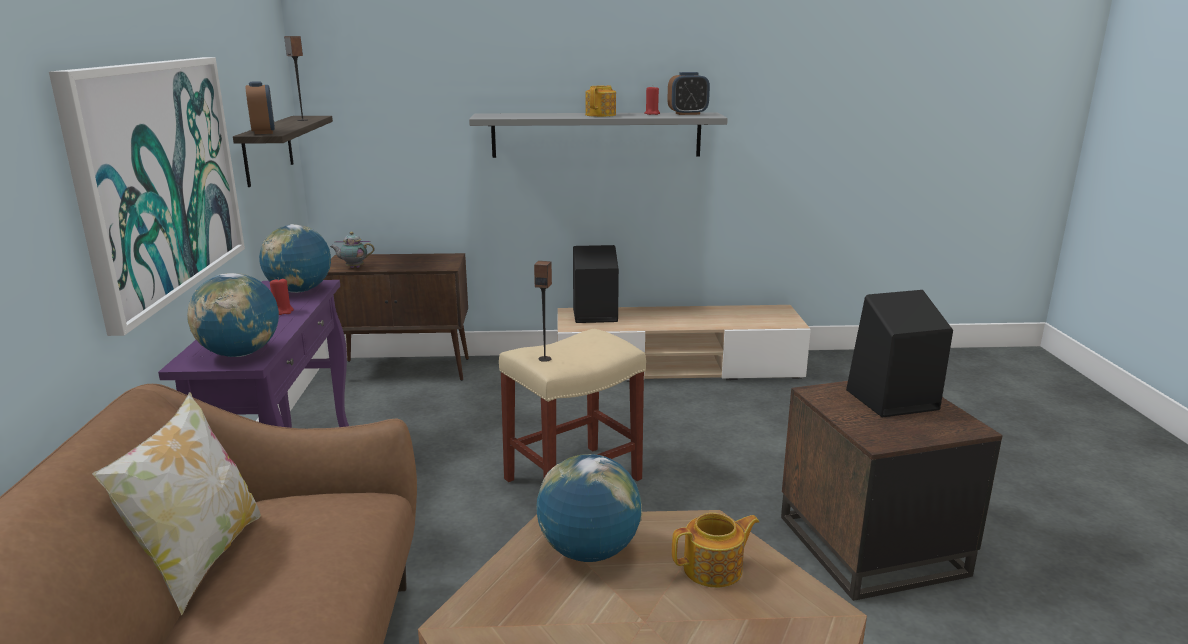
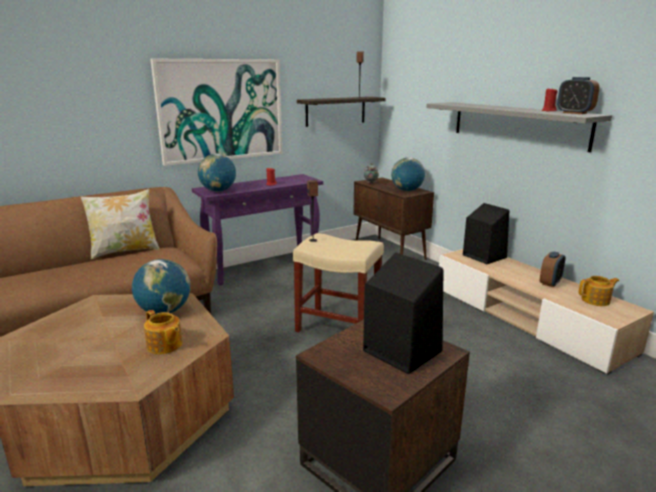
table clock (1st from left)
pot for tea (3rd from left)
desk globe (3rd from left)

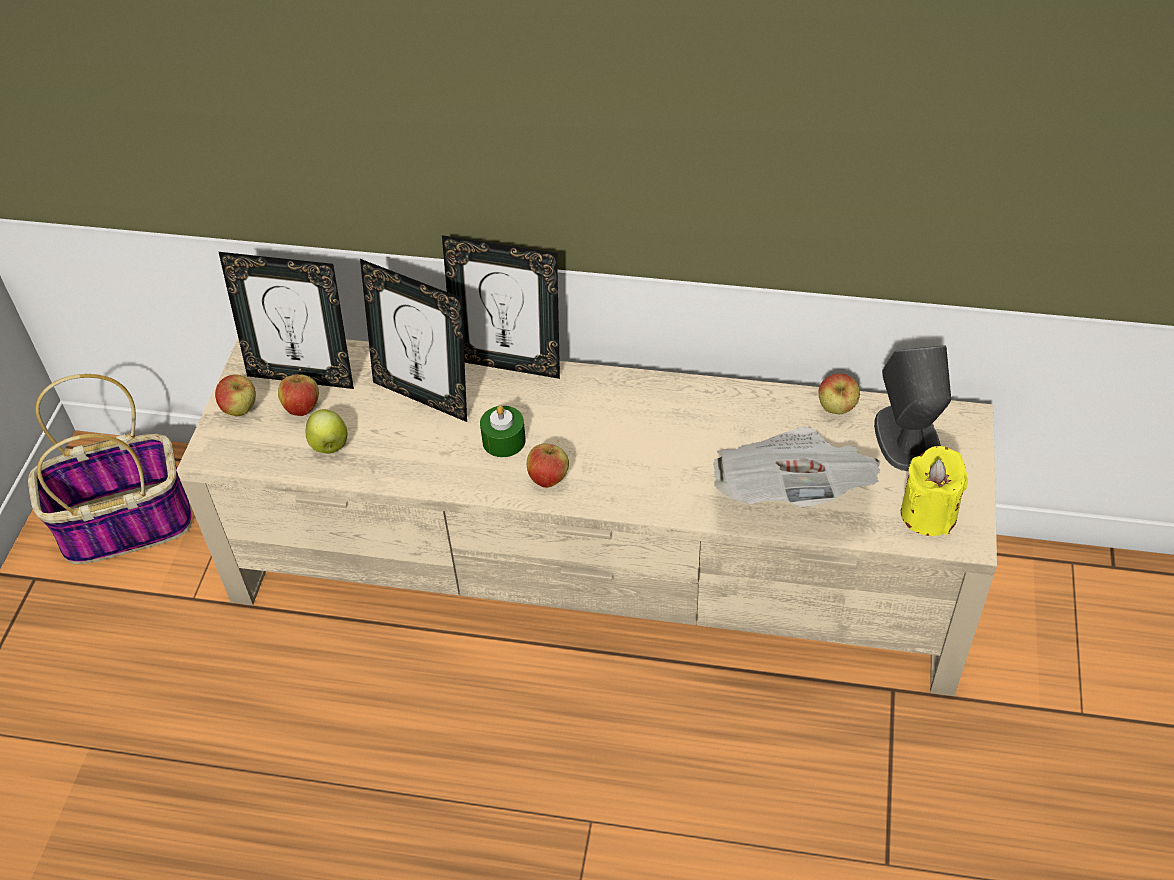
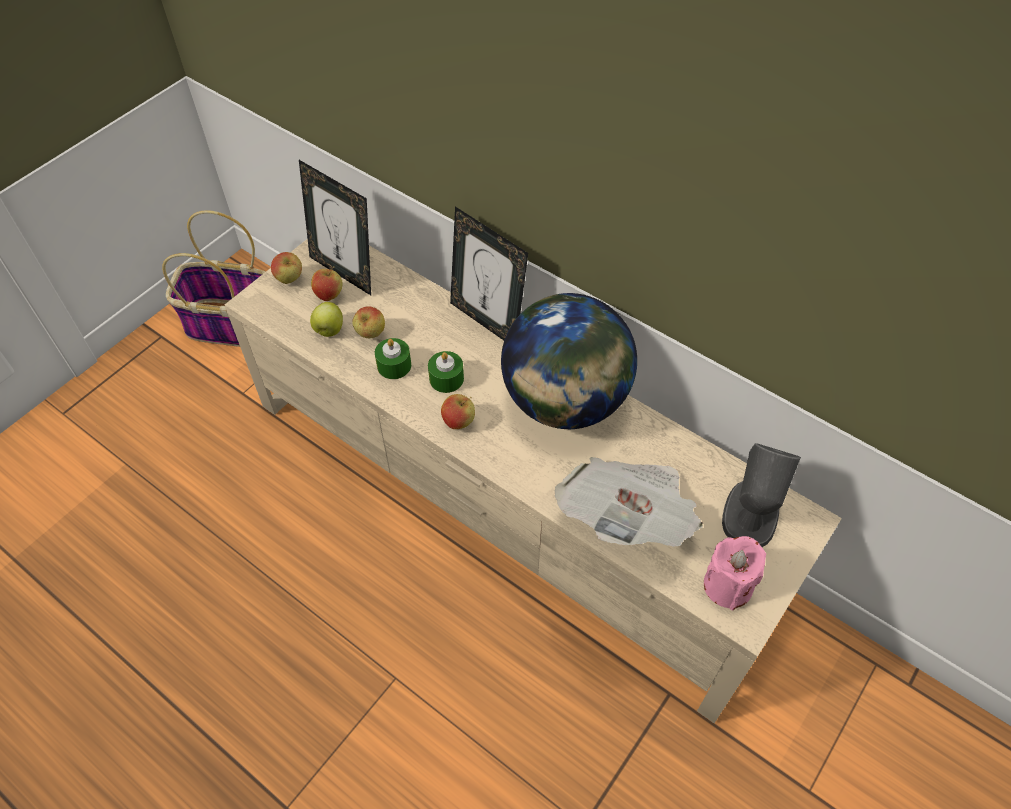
picture frame (2nd from left in the first image)
apple fruit (4th from left)
pinkish wax candle
desk globe
greenish wax candle (1st from left)

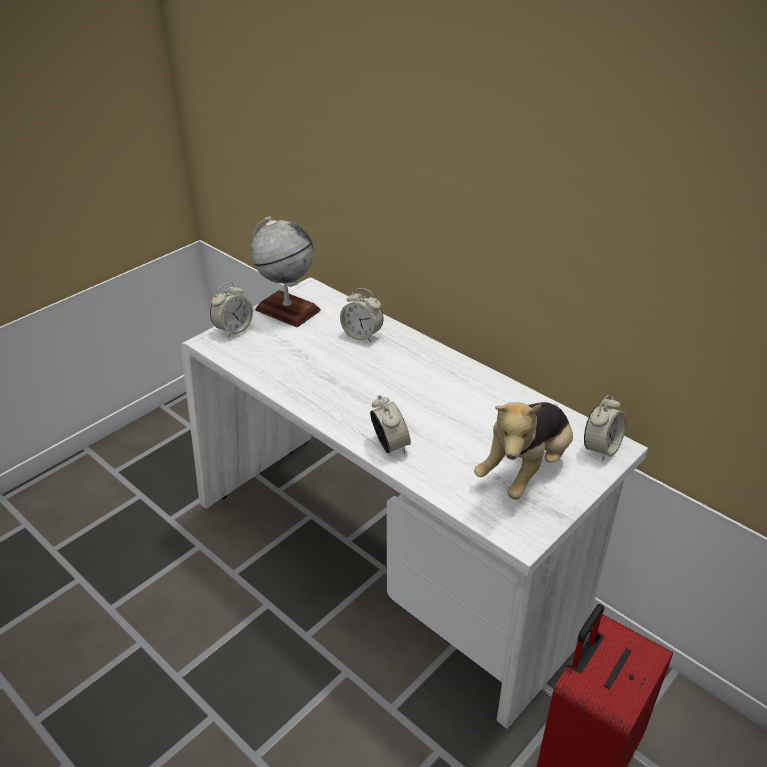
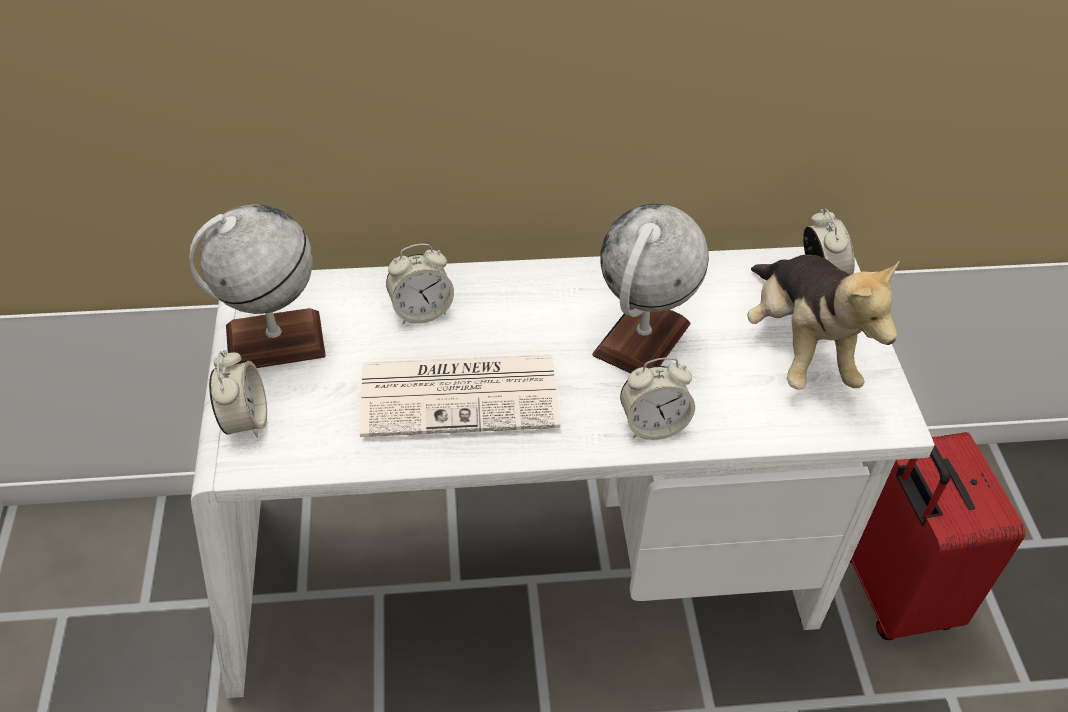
table clock (3rd from left)
desk globe (2nd from left)
daily paper

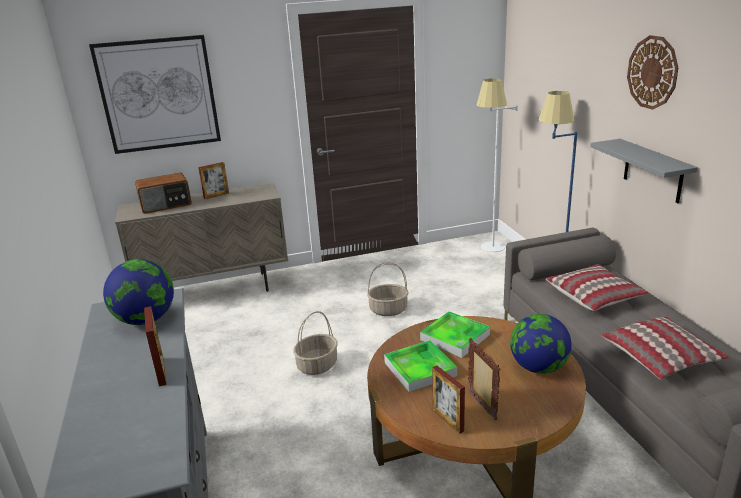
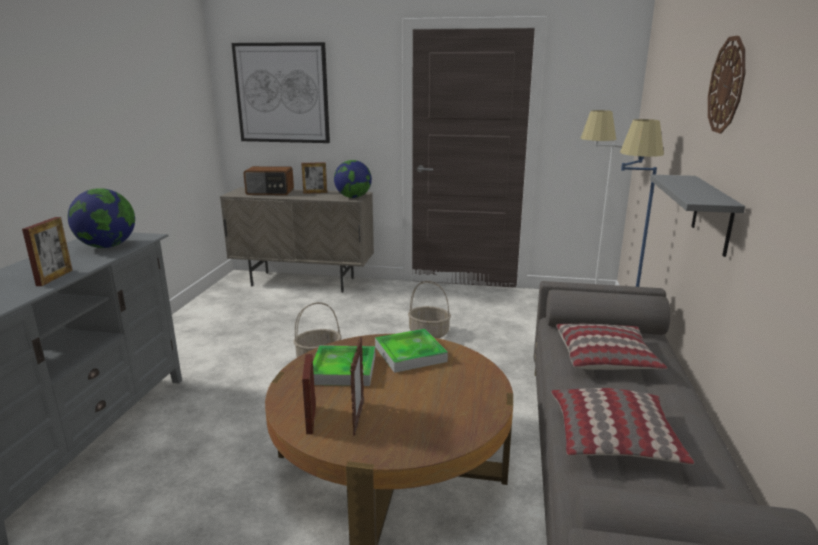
desk globe (2nd from left)

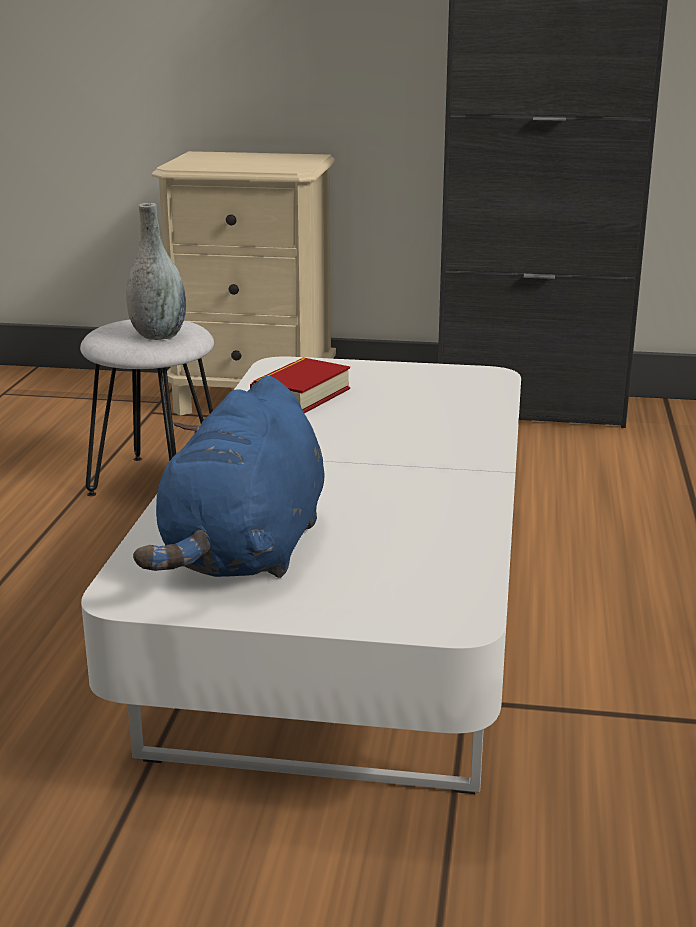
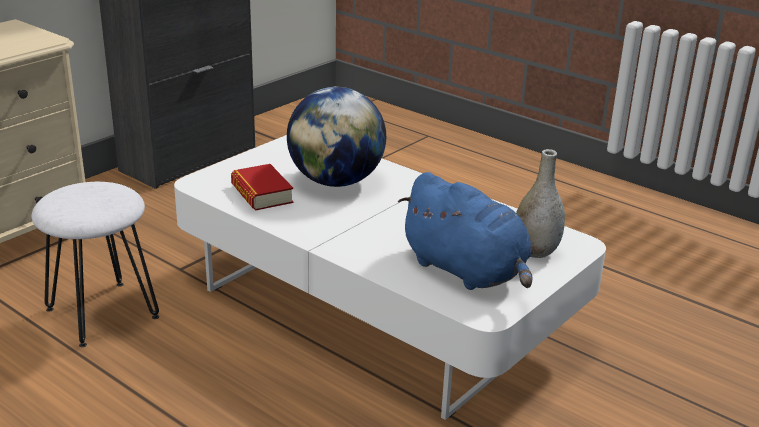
greyish vase
desk globe

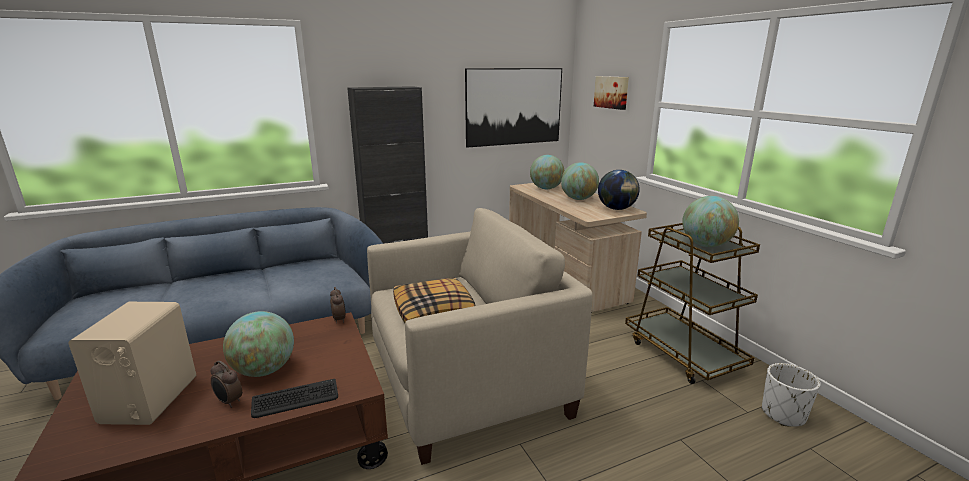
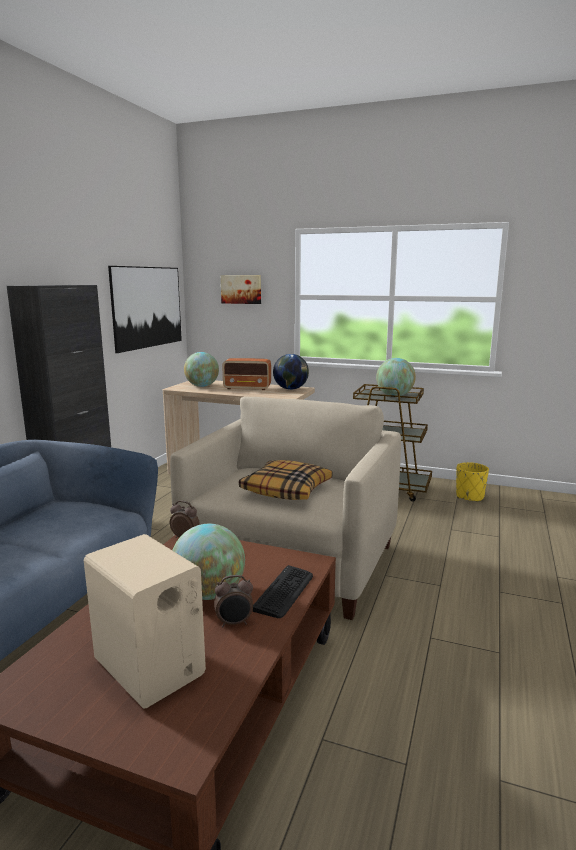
radio receiver
yellowish flower pot

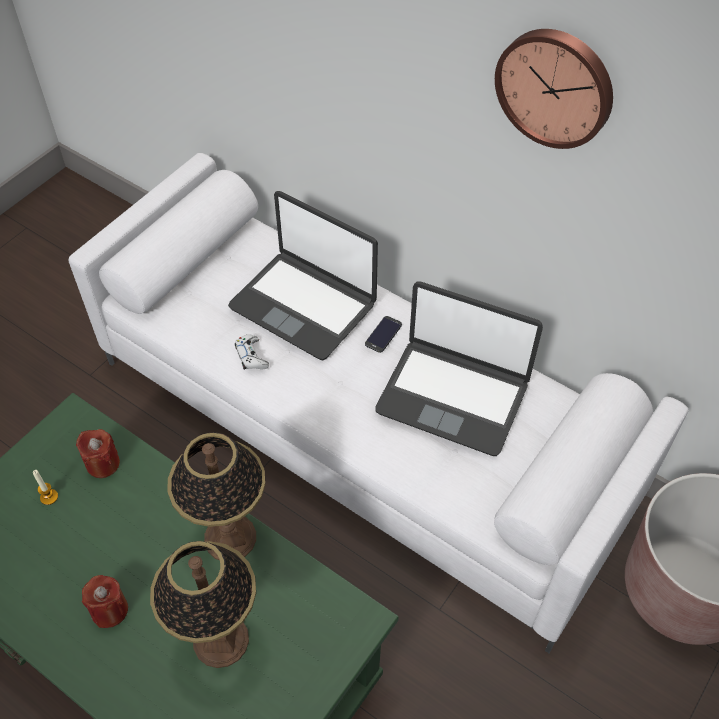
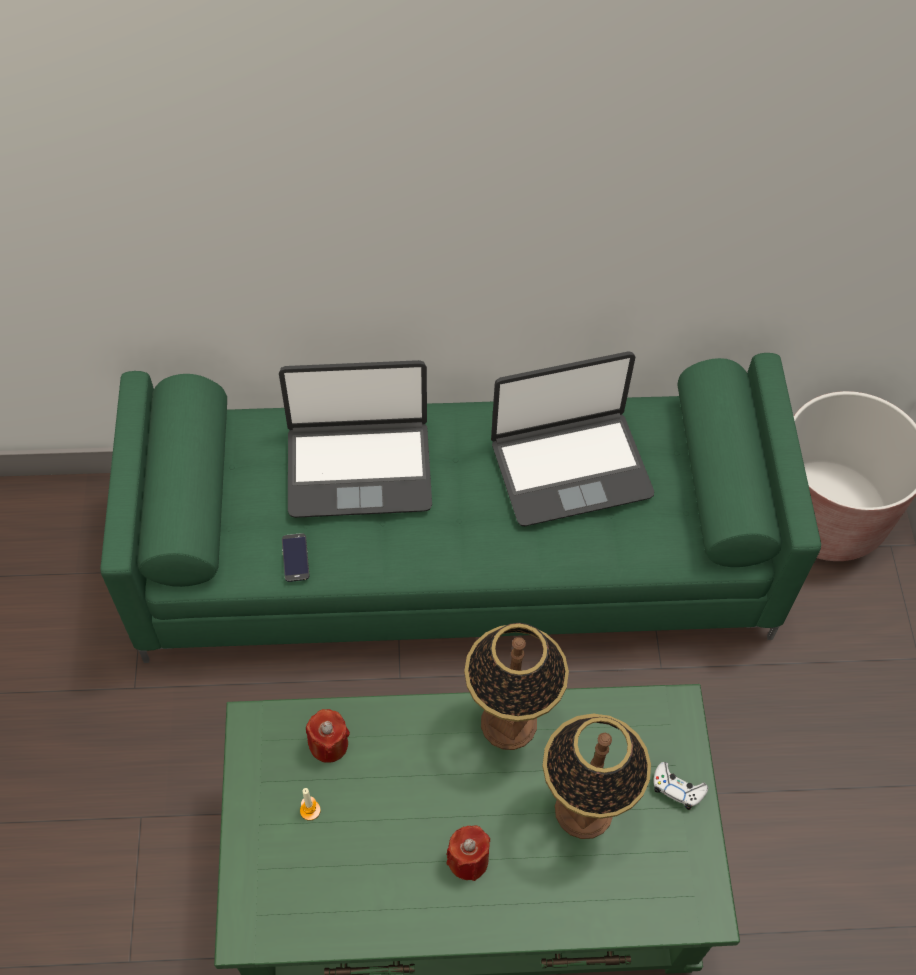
hanging clock
greenish sofa
telephone
white joypad

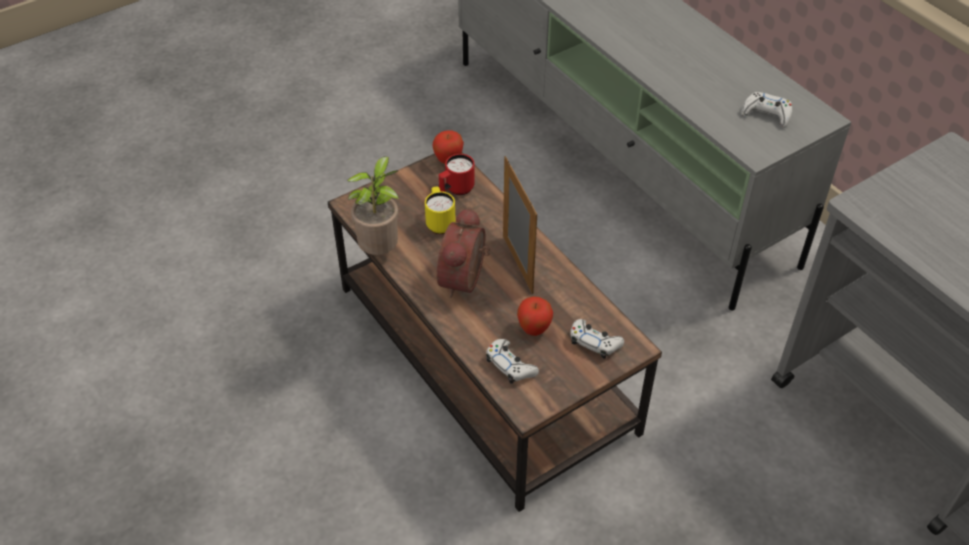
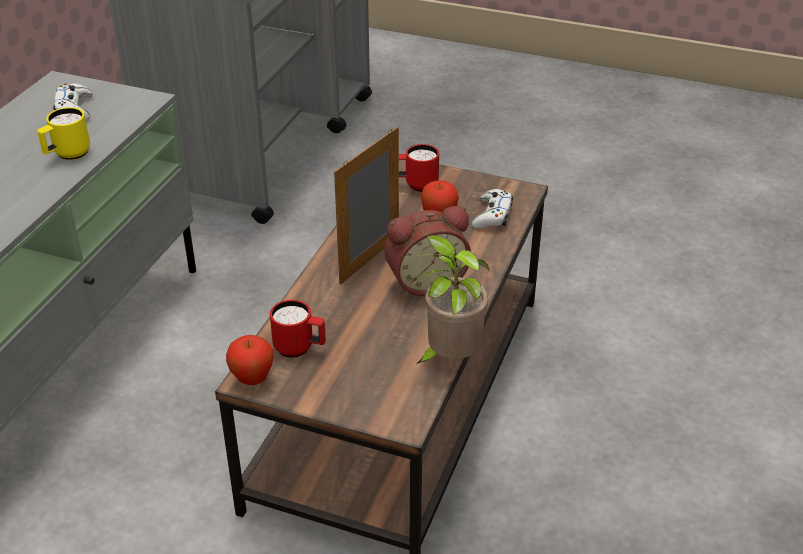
yellowish coffee mug
red coffee mug (2nd from left)

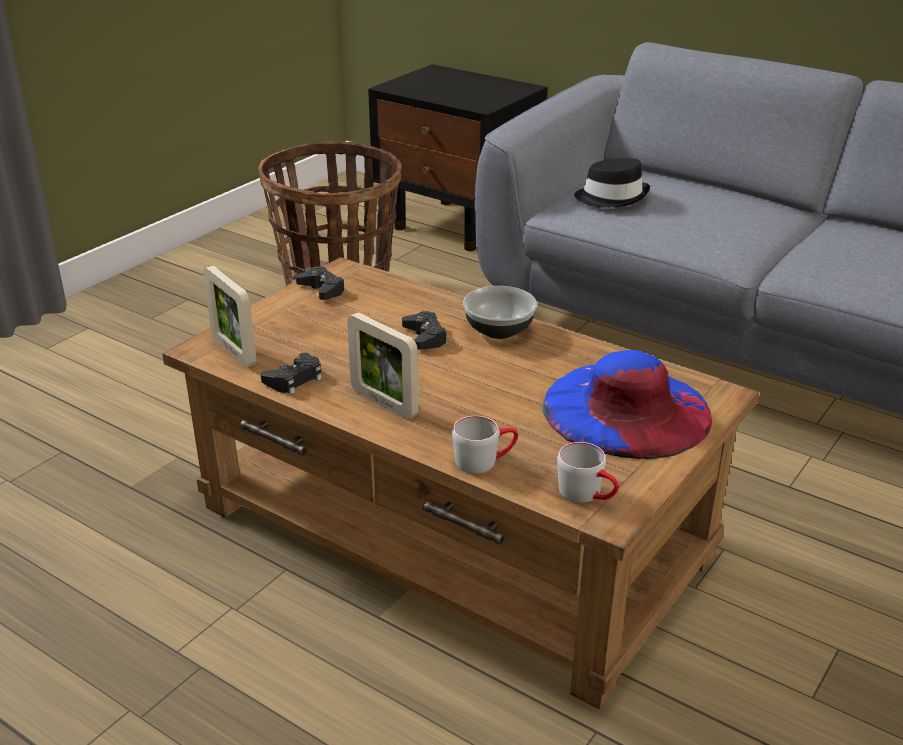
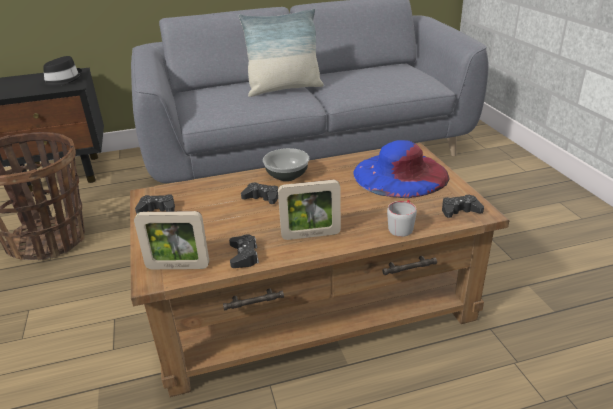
blackish wearable hat
blackish joypad (4th from left)
cushion

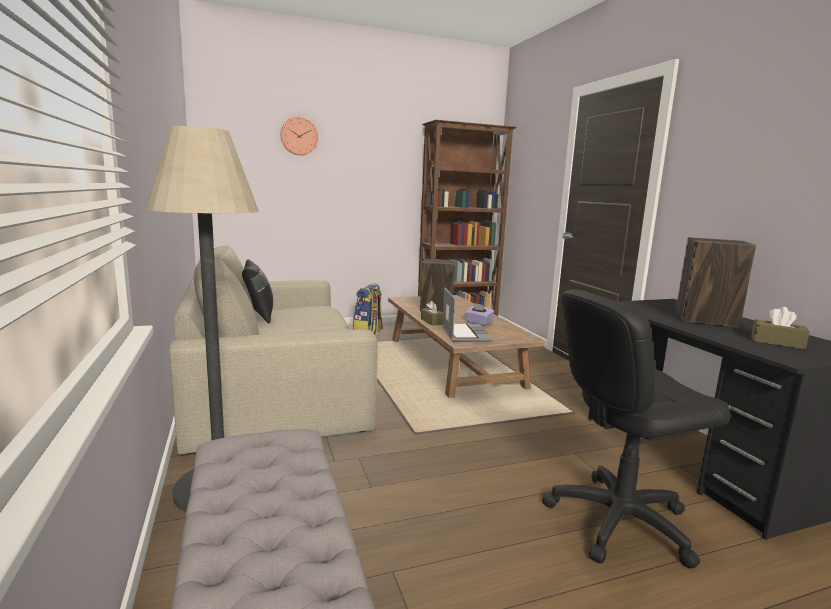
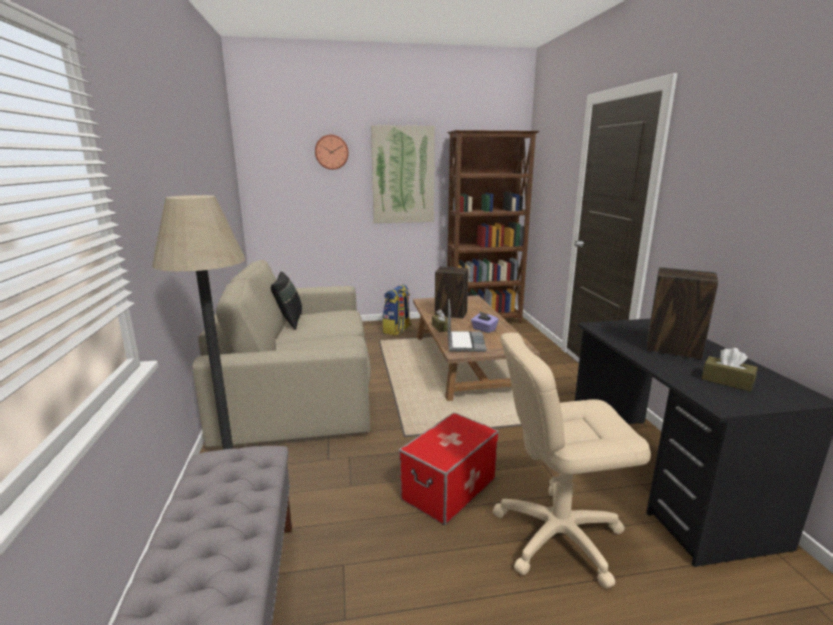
beige-coloured desk chair
wall art
storage container

